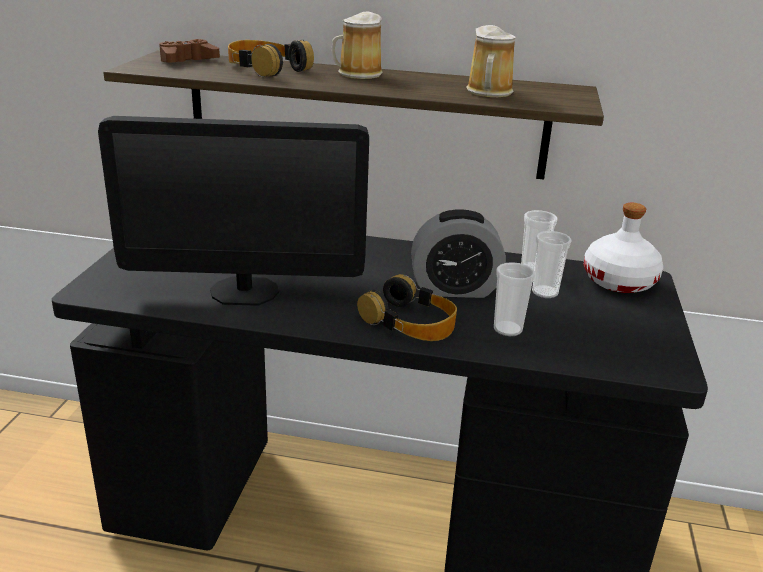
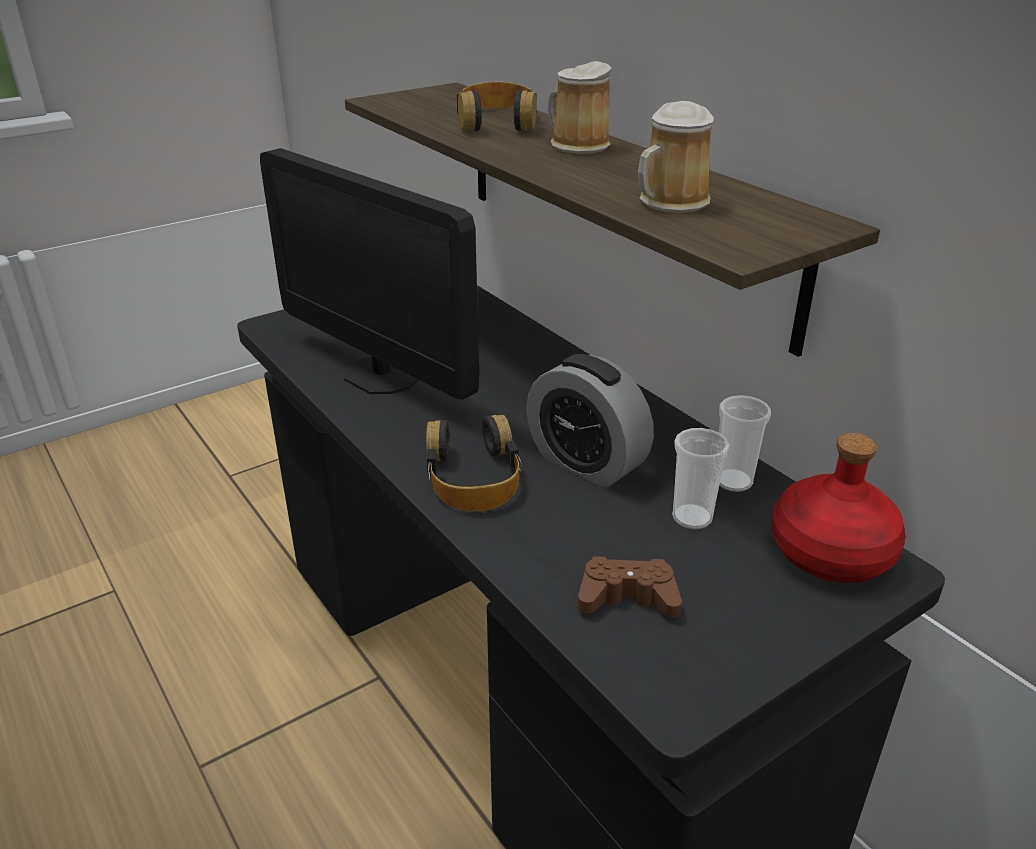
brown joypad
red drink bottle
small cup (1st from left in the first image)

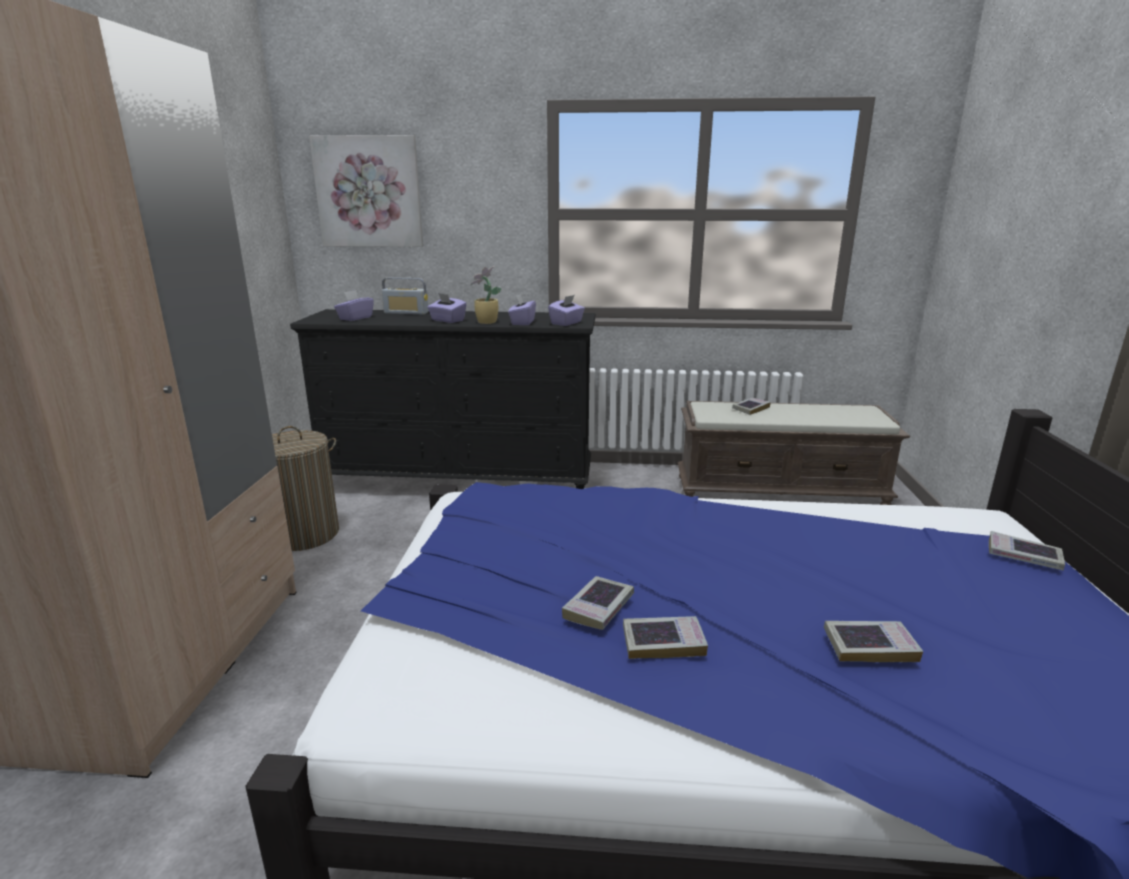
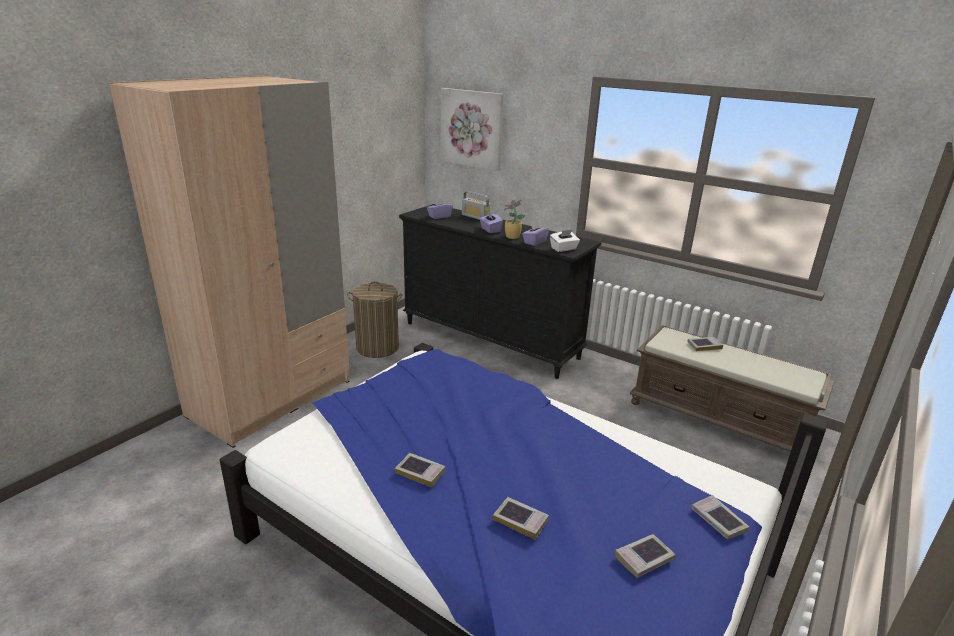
white tissue box
book (3rd from left)

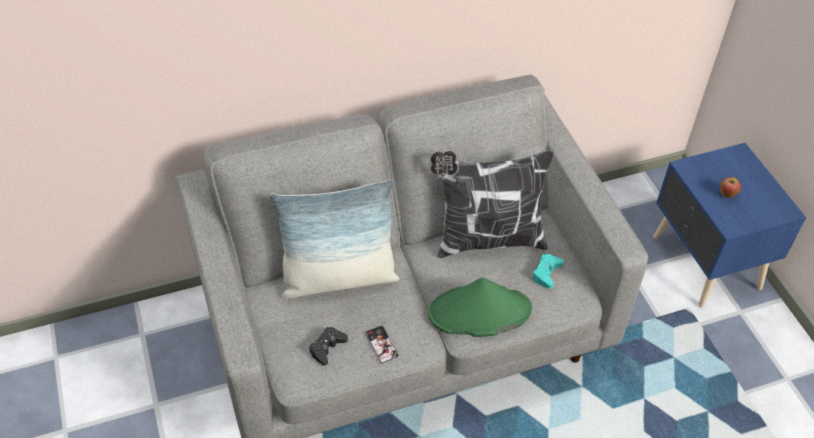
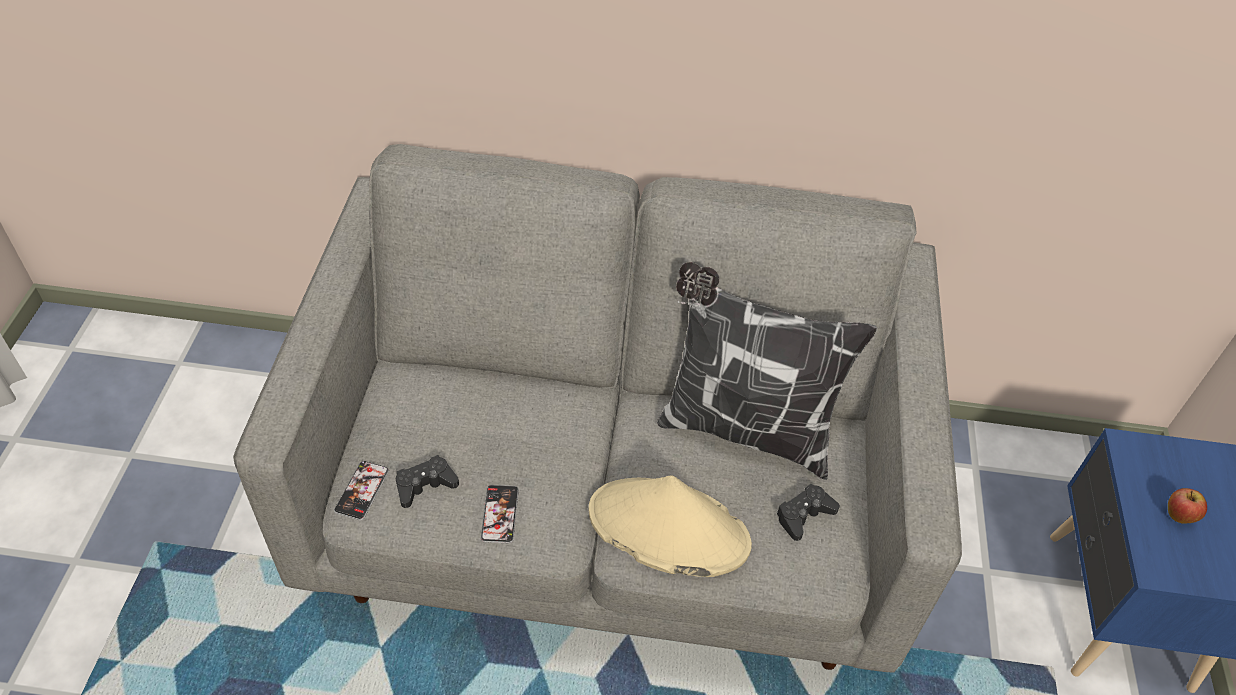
cushion (1st from left in the first image)
blackish joypad (2nd from left)
beige-coloured wearable hat
telephone (1st from left)

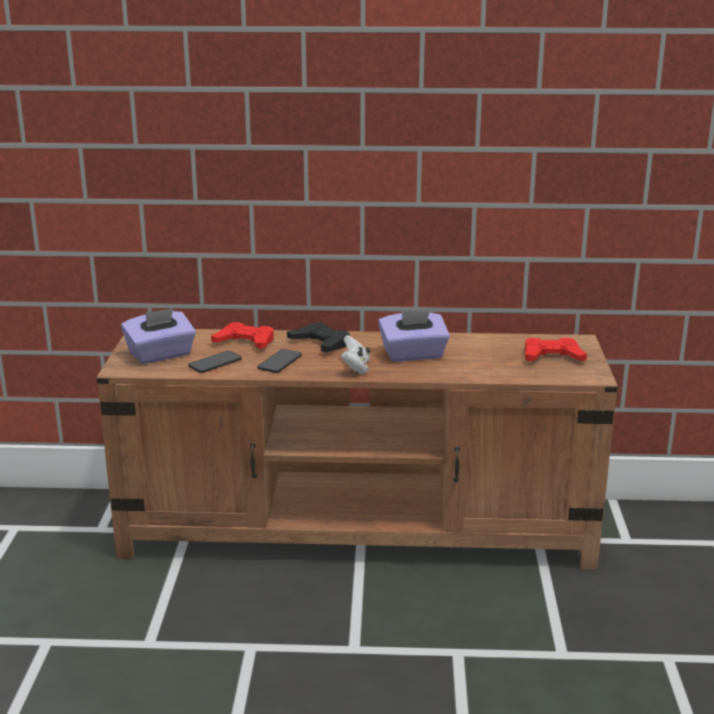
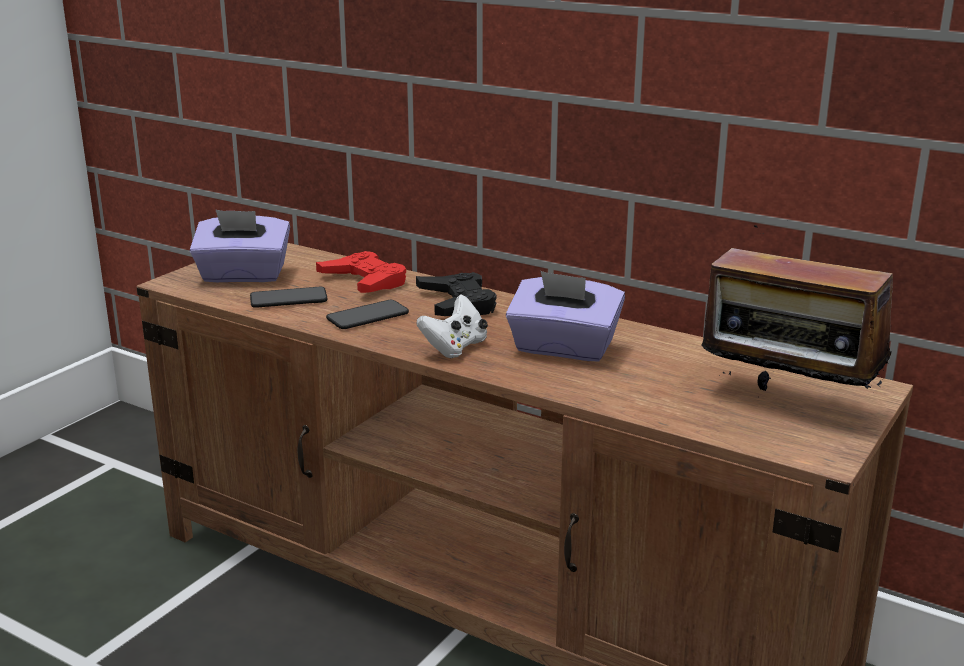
radio receiver

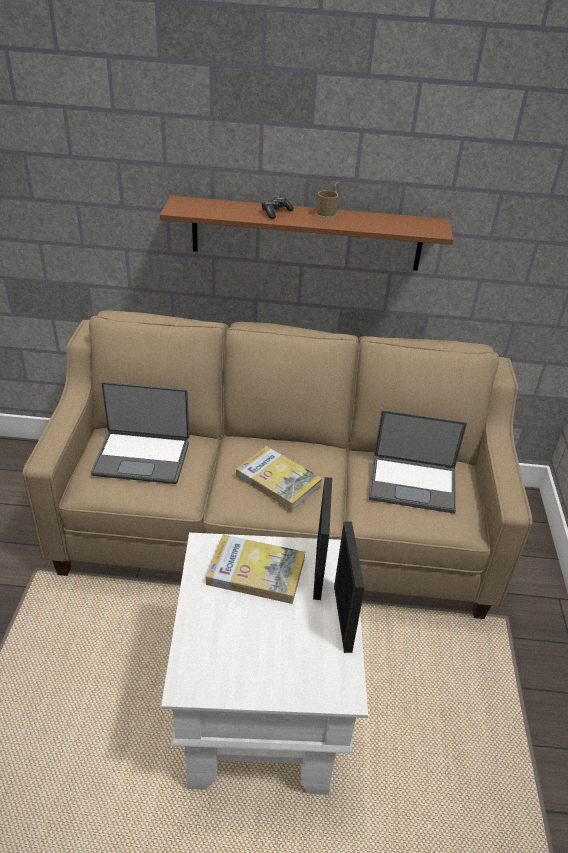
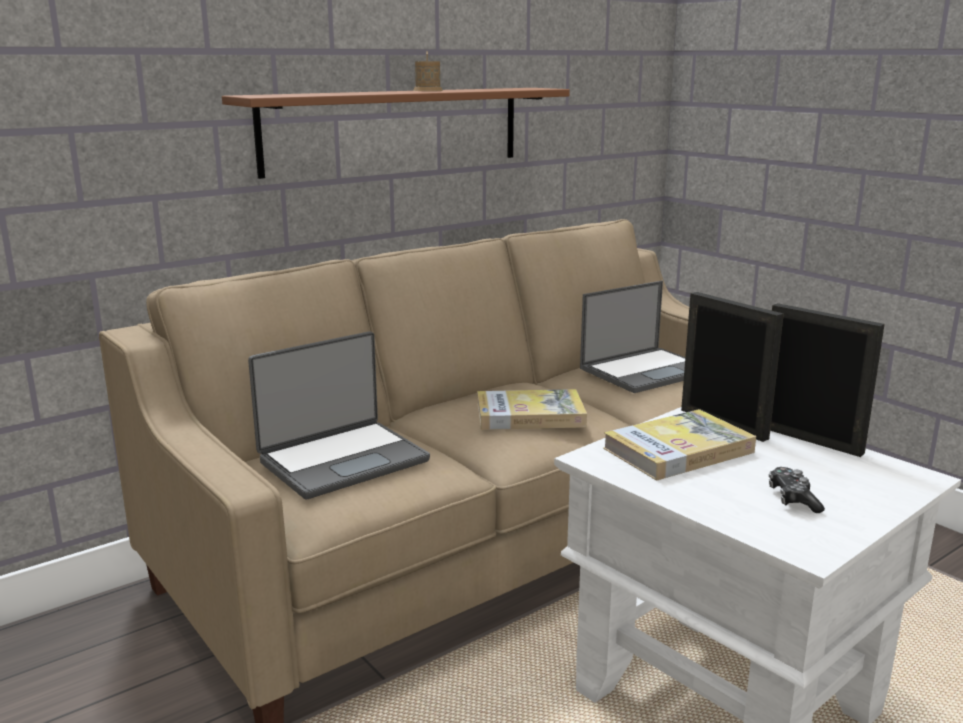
joypad

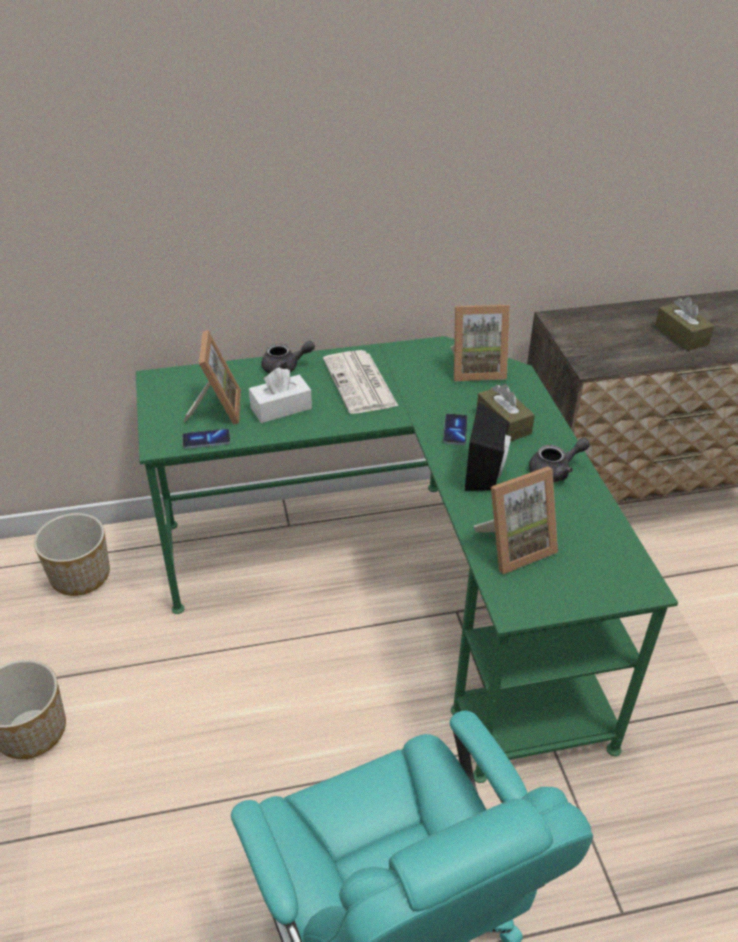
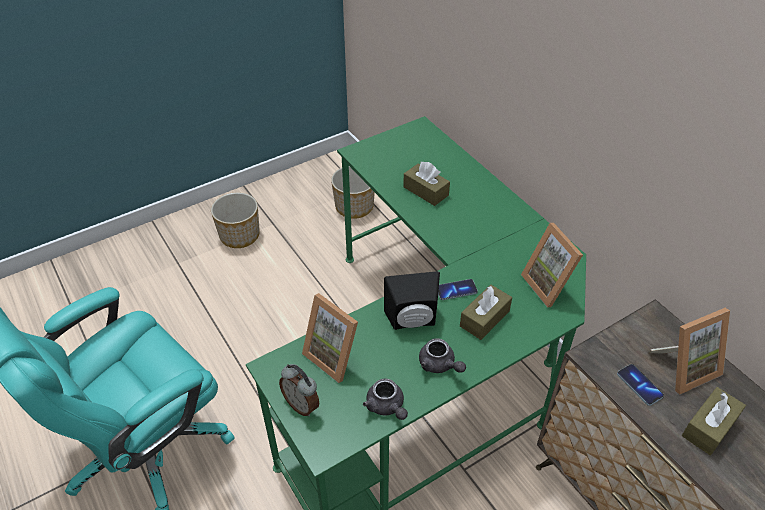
picture frame (3rd from left)
greyish pot for tea (1st from left)
daily paper
brown tissue box (1st from left)
telephone (2nd from left)
table clock

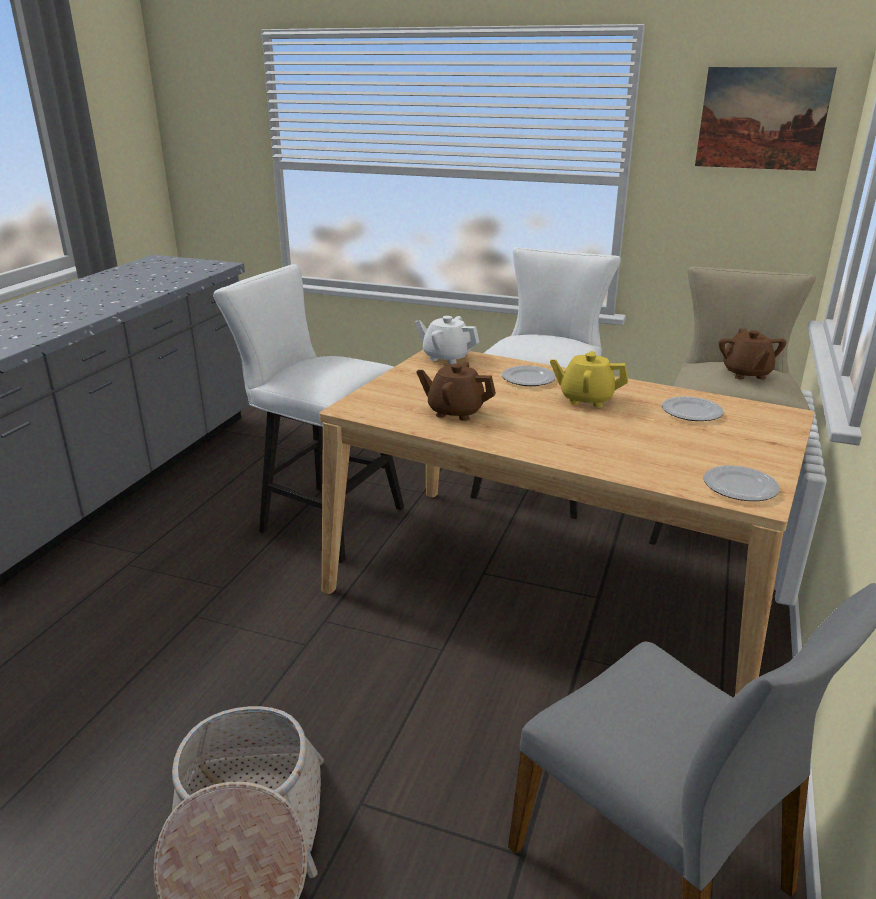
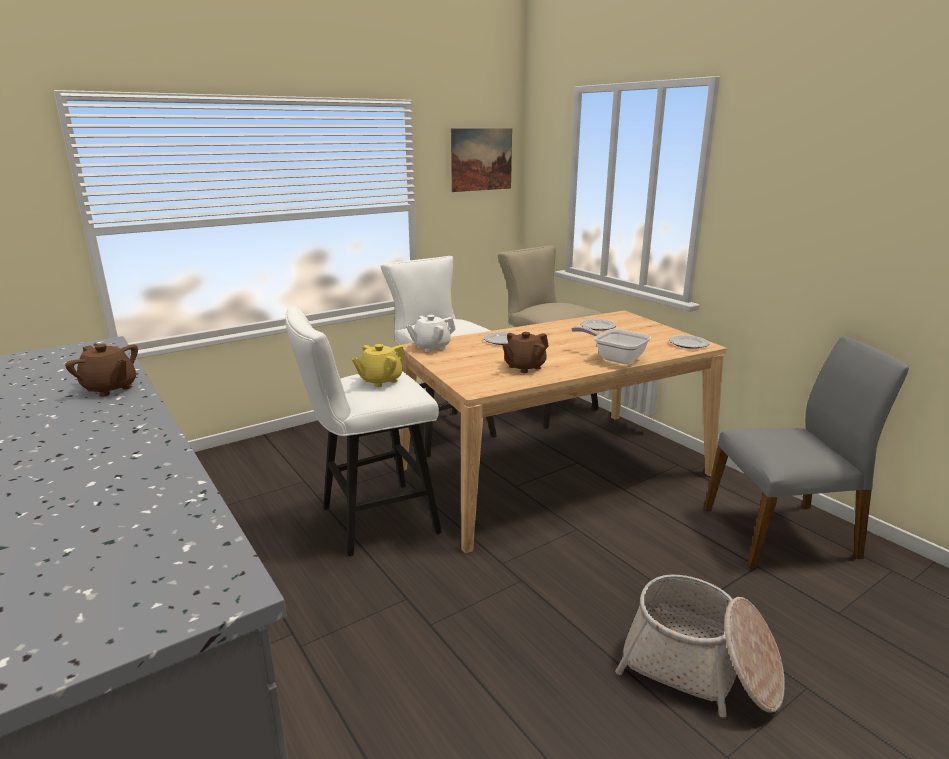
brown pot for tea (1st from left)
yellowish pot for tea
frying pan

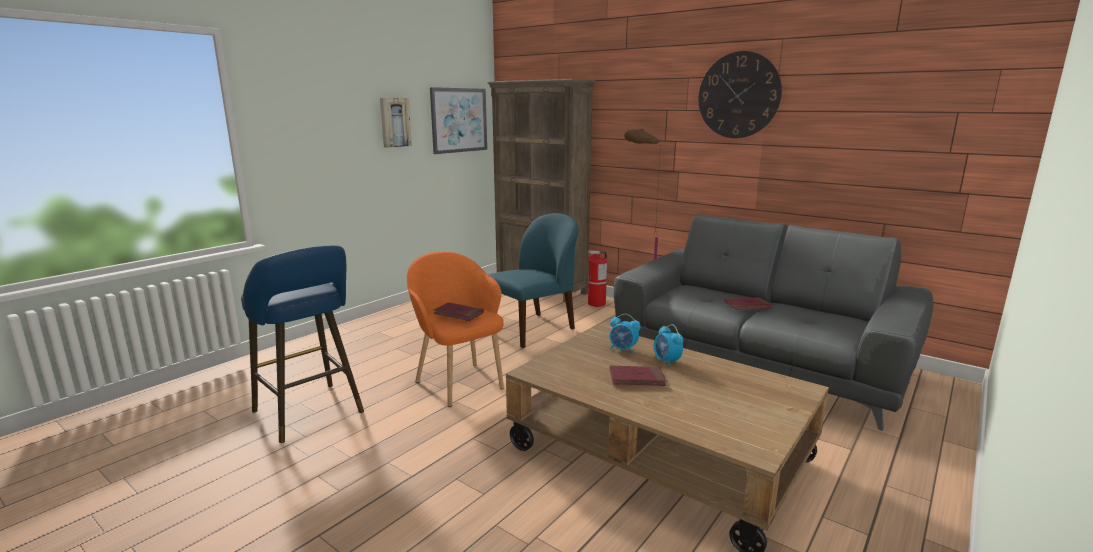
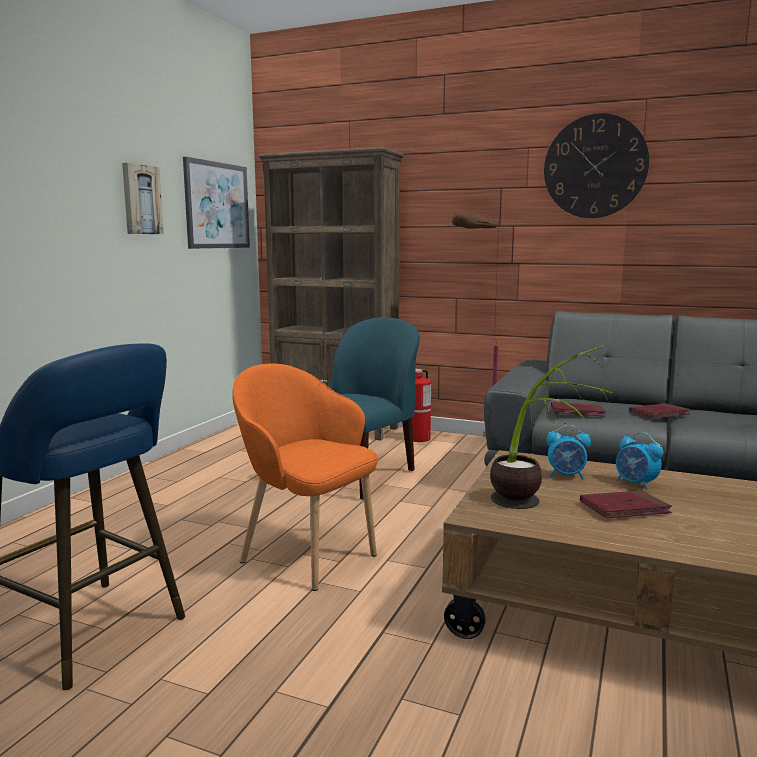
red book (1st from left)
potted plant

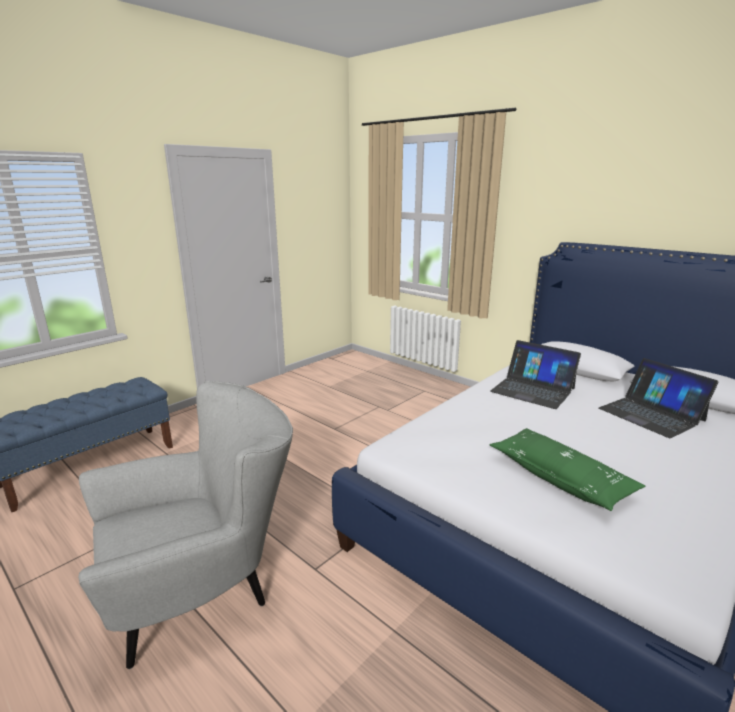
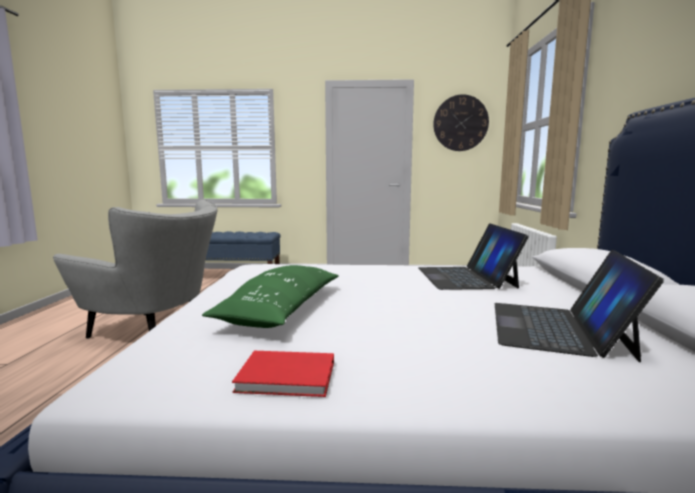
hanging clock
red book

